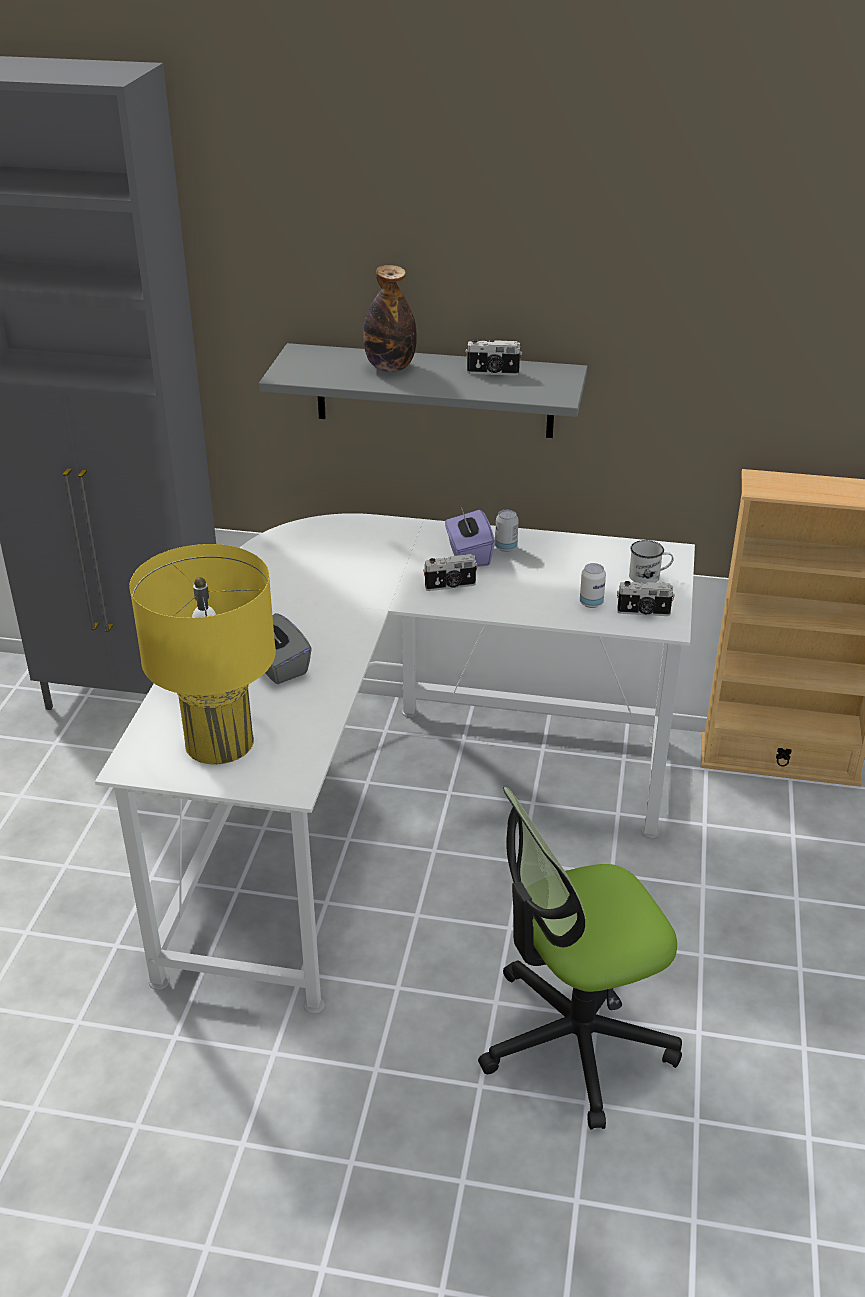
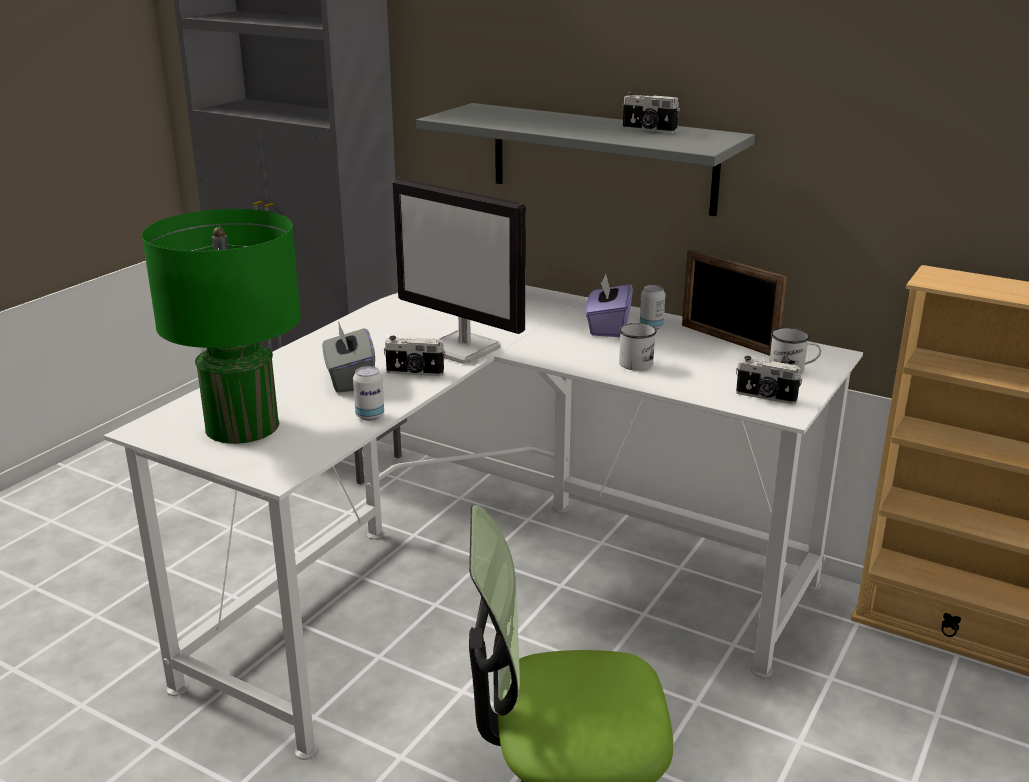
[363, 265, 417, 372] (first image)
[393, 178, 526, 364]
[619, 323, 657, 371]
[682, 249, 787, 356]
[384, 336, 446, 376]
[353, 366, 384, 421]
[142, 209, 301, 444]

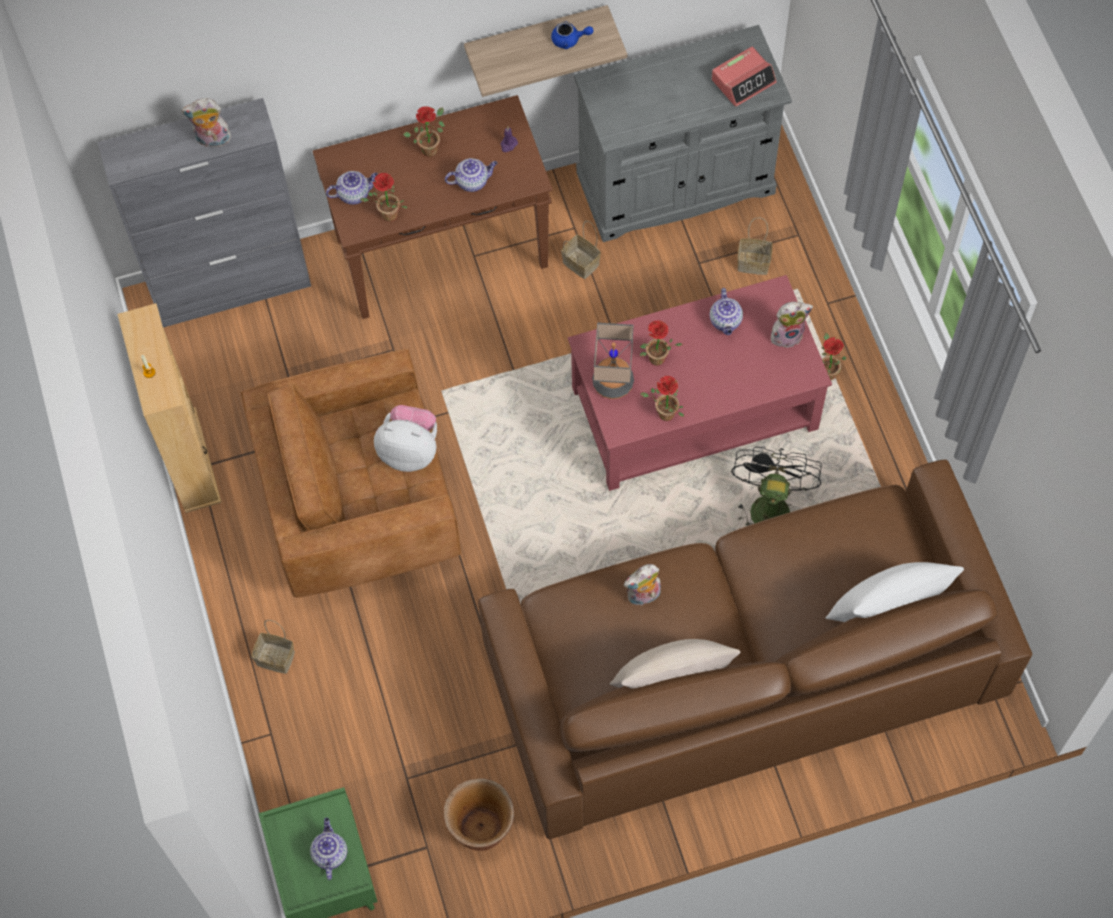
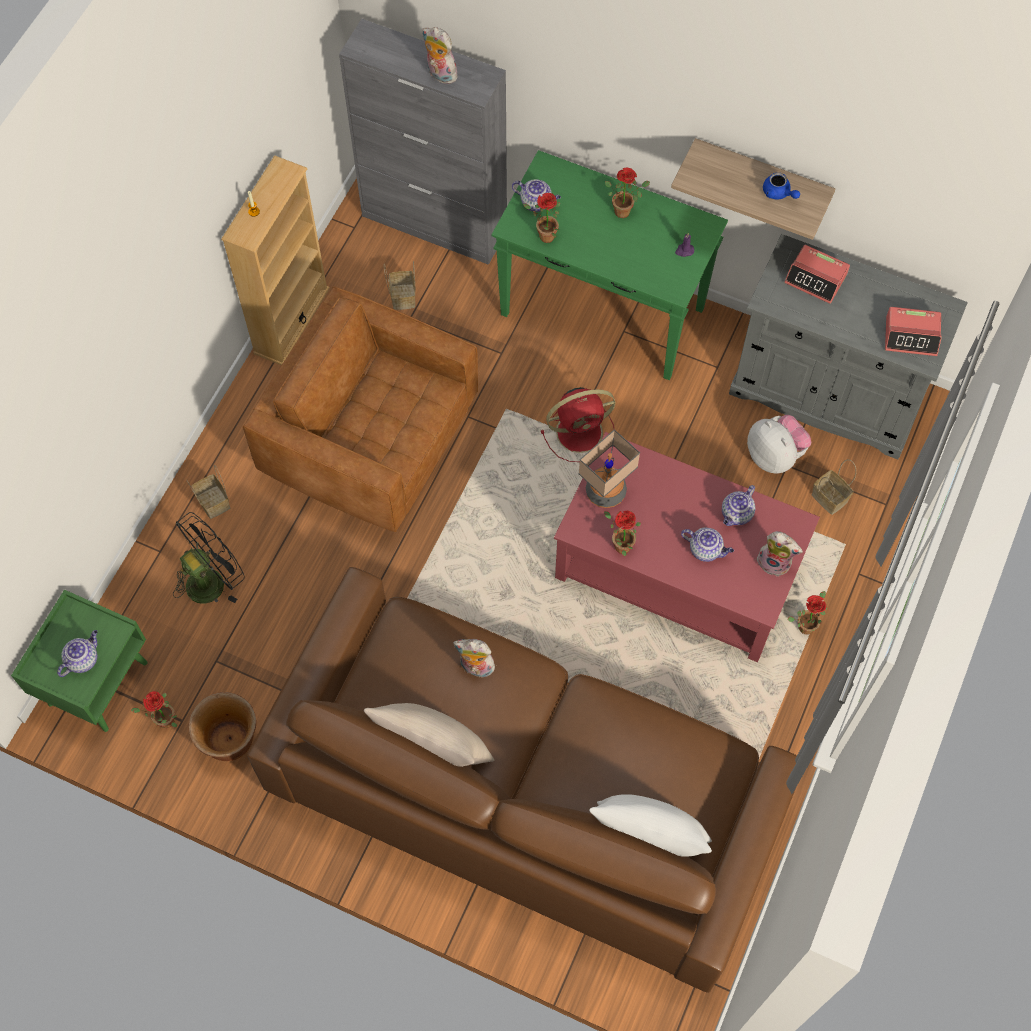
[541, 387, 615, 462]
[784, 245, 850, 304]
[747, 415, 811, 474]
[681, 528, 734, 562]
[384, 261, 416, 310]
[131, 691, 177, 728]
[173, 512, 244, 604]
[492, 150, 728, 380]

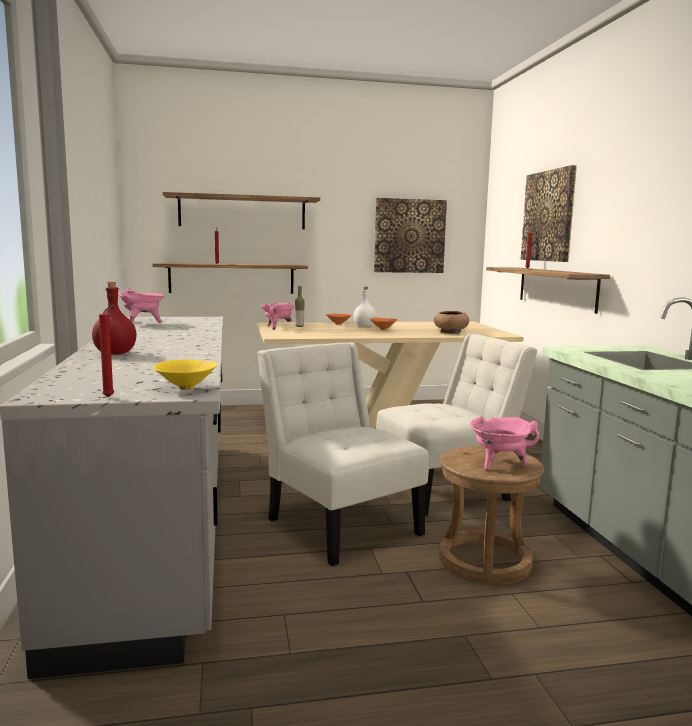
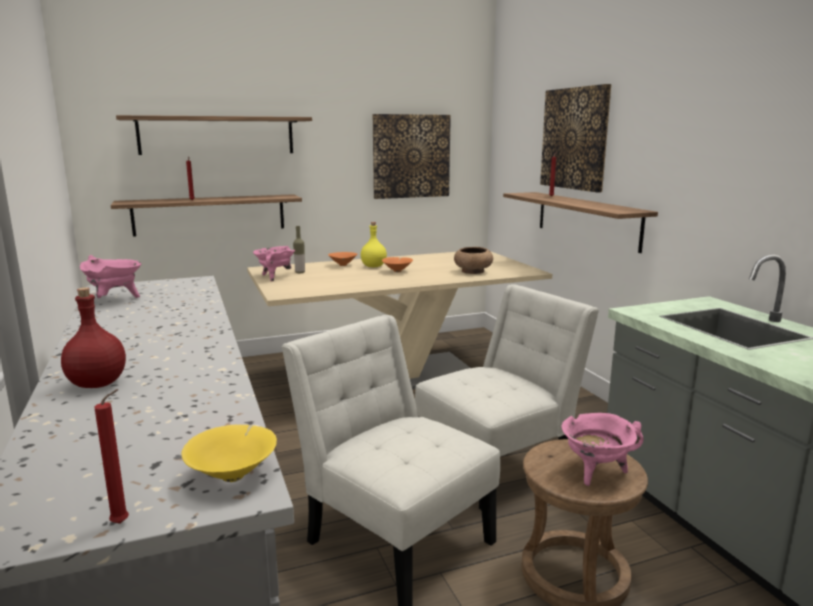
[361, 222, 387, 267]

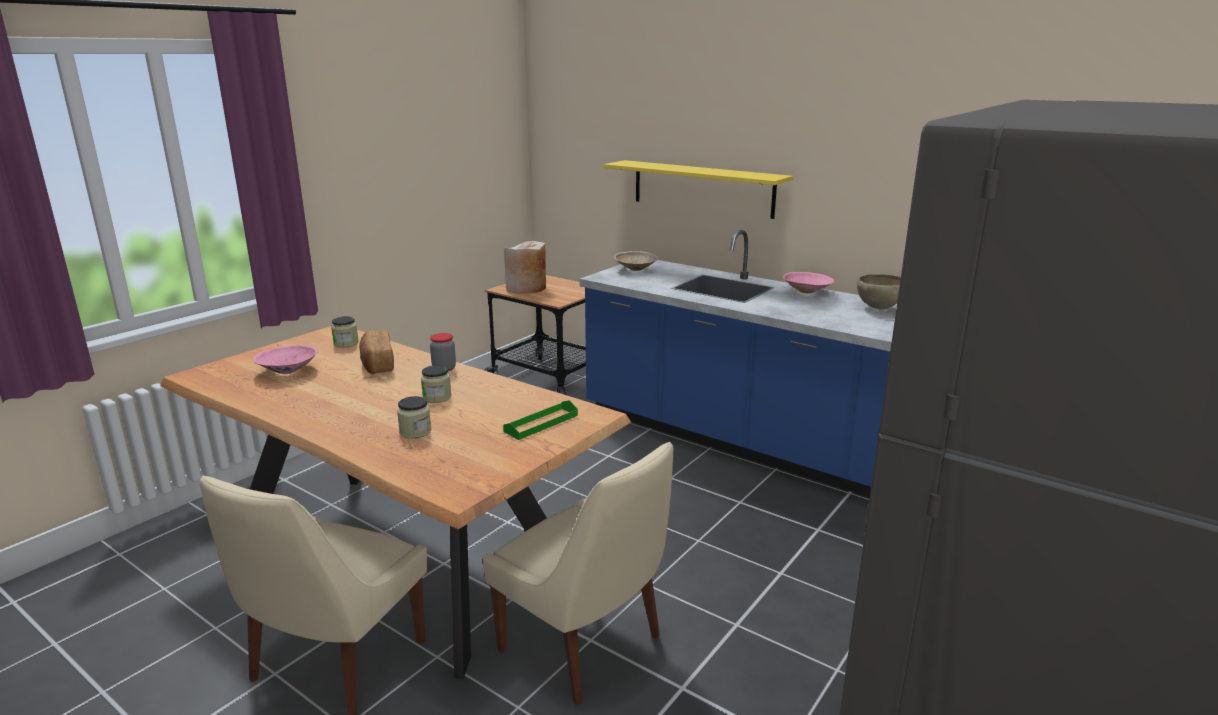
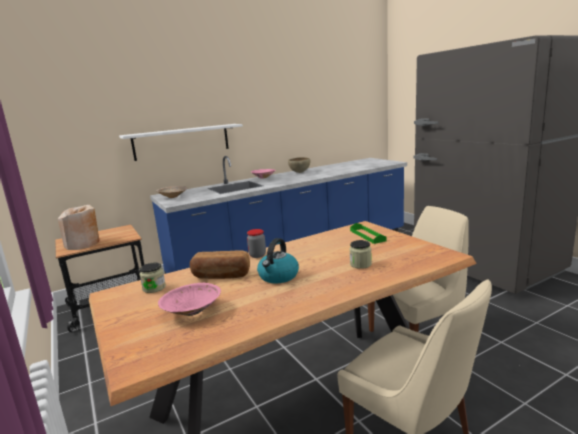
[421, 365, 451, 403] (first image)
[257, 238, 299, 283]
[119, 124, 243, 161]

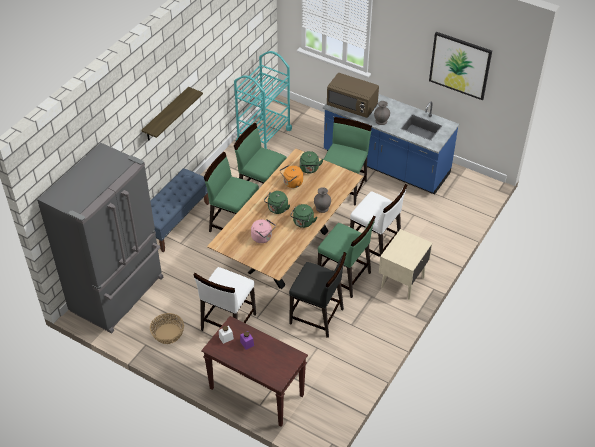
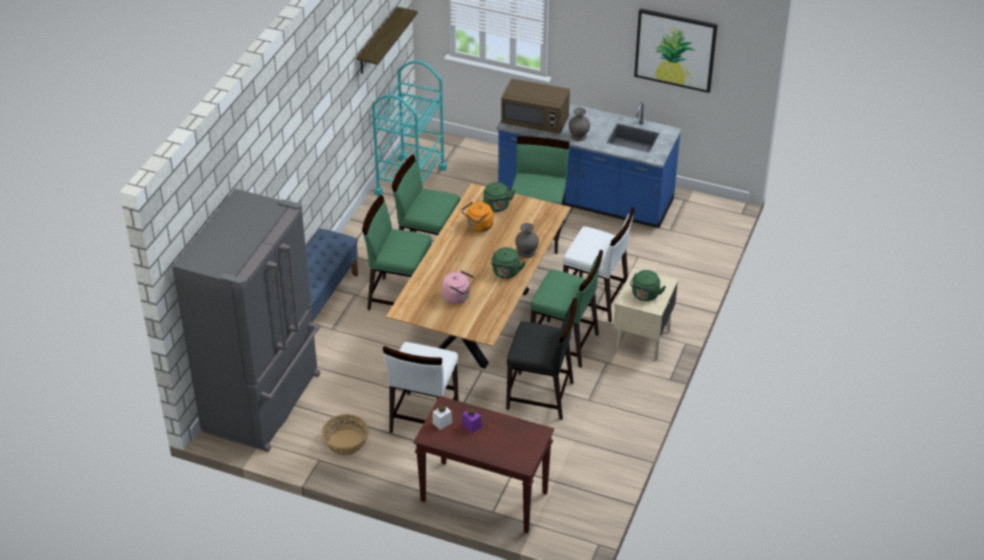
[356, 7, 418, 74]
[630, 270, 666, 301]

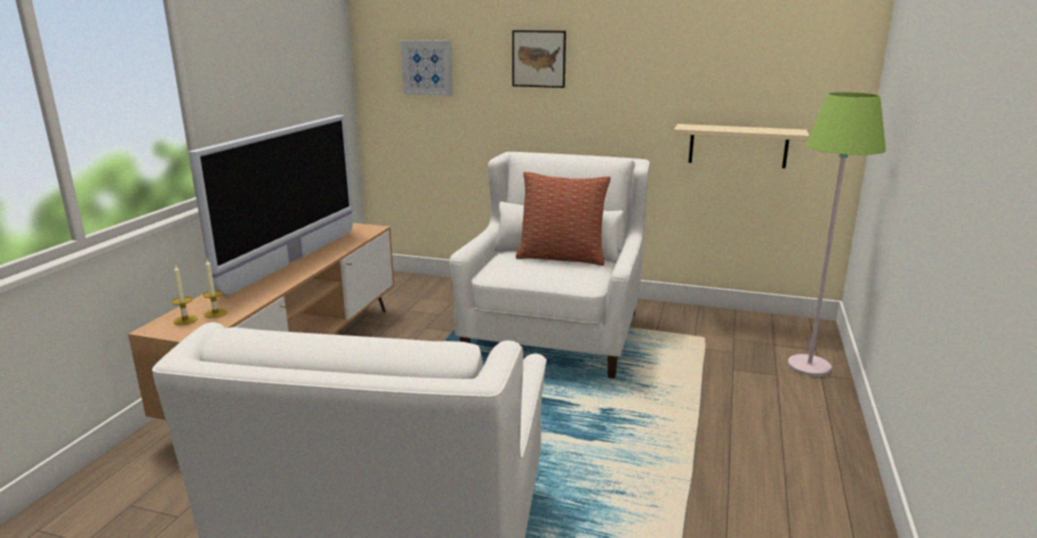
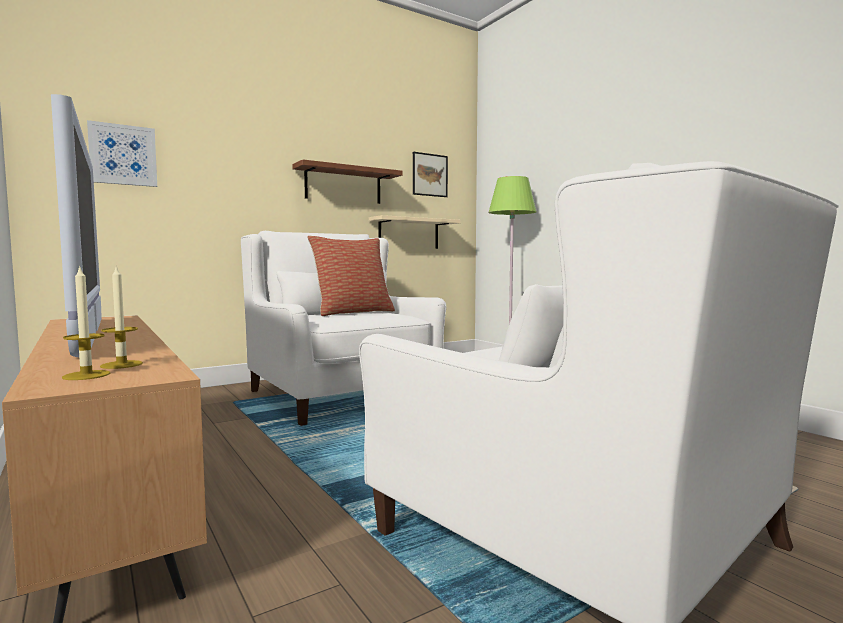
[292, 159, 403, 204]
[413, 152, 448, 197]

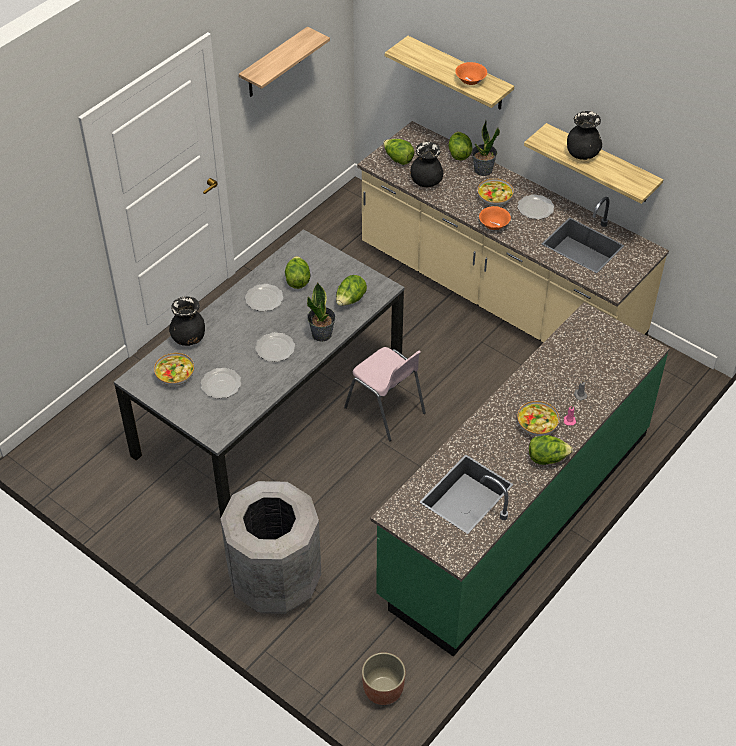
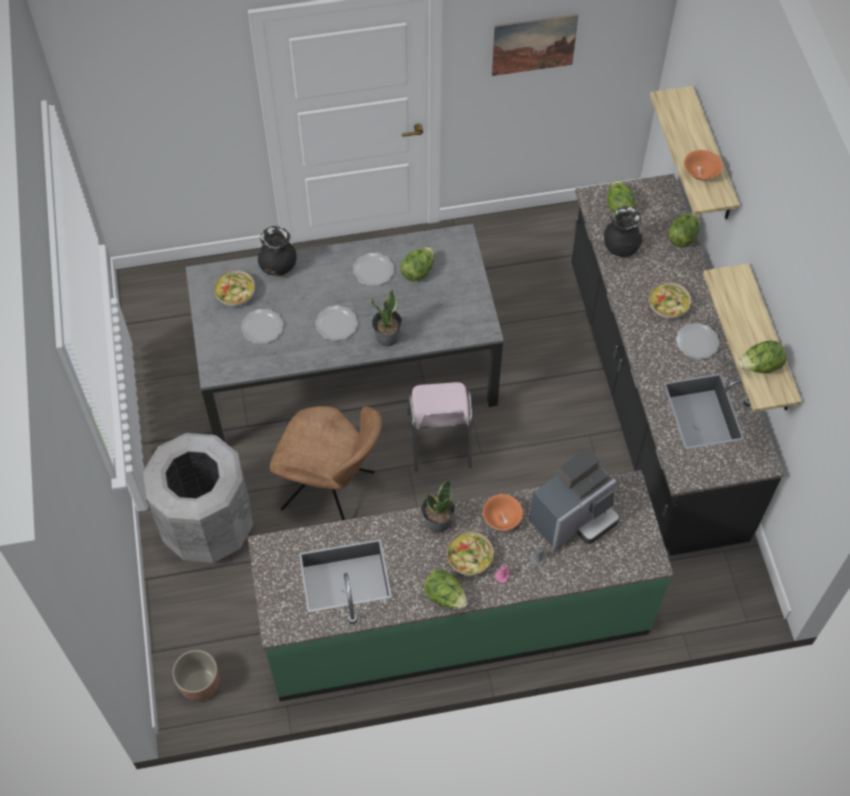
[567, 111, 602, 160] (first image)
[270, 406, 382, 521]
[529, 448, 619, 550]
[738, 340, 786, 373]
[421, 479, 455, 533]
[483, 494, 523, 530]
[492, 14, 579, 76]
[571, 174, 784, 556]

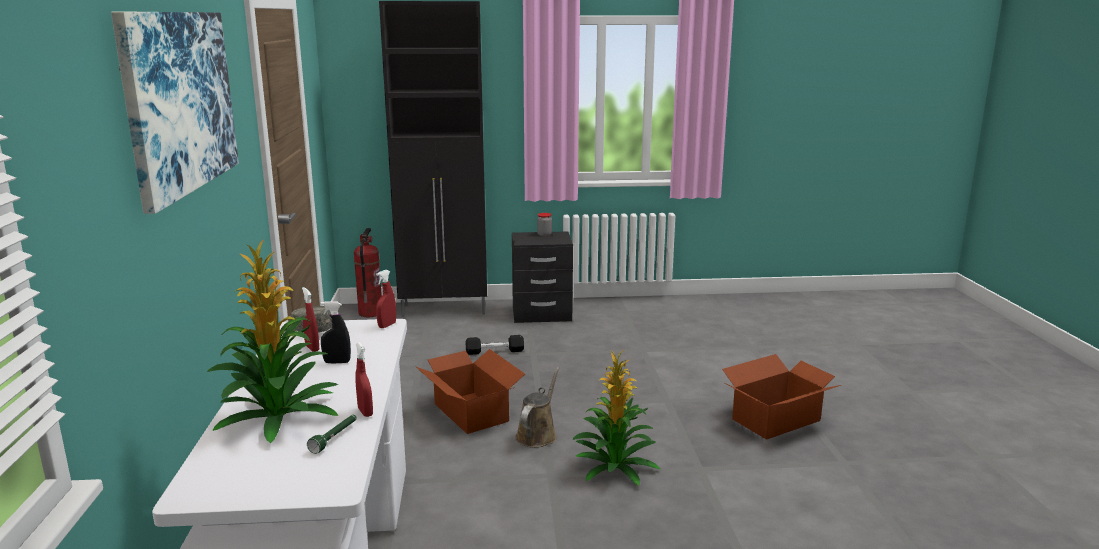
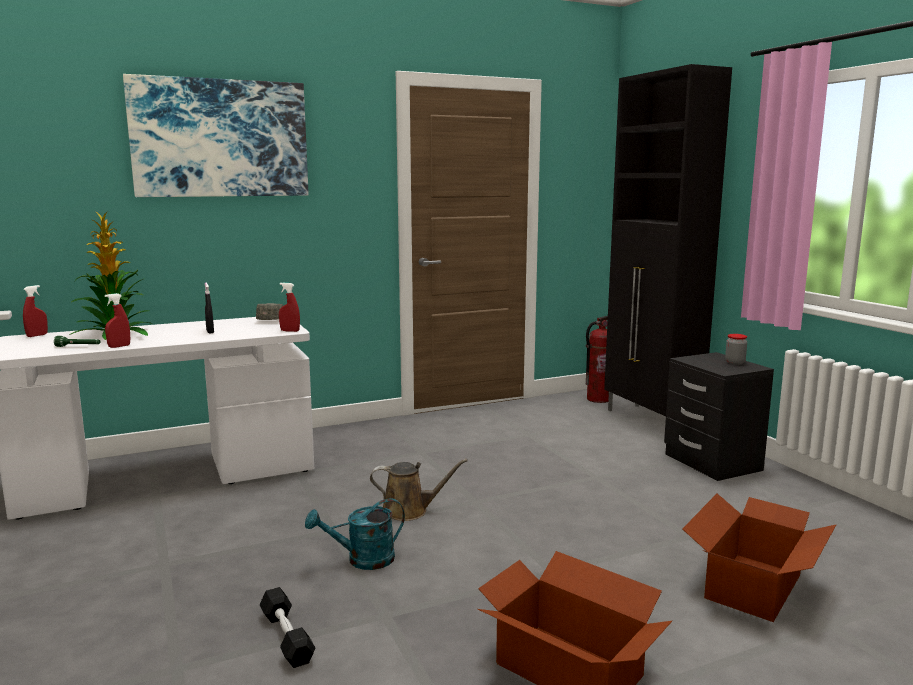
[23, 285, 48, 337]
[682, 494, 836, 622]
[260, 587, 316, 668]
[305, 498, 405, 570]

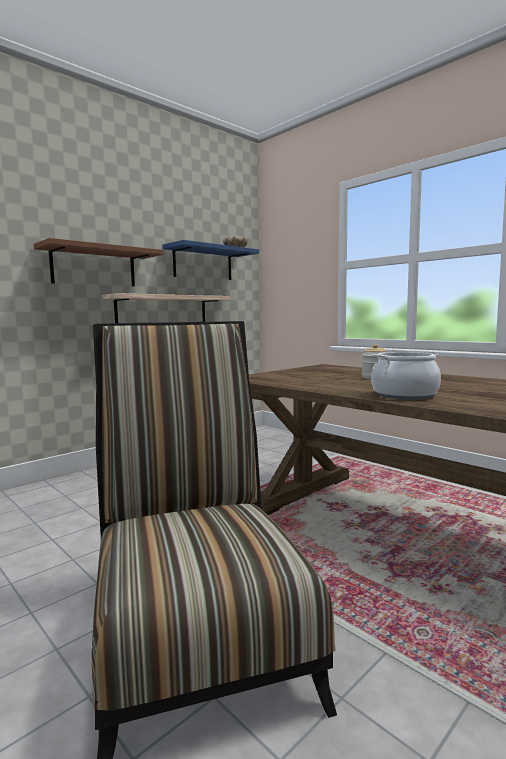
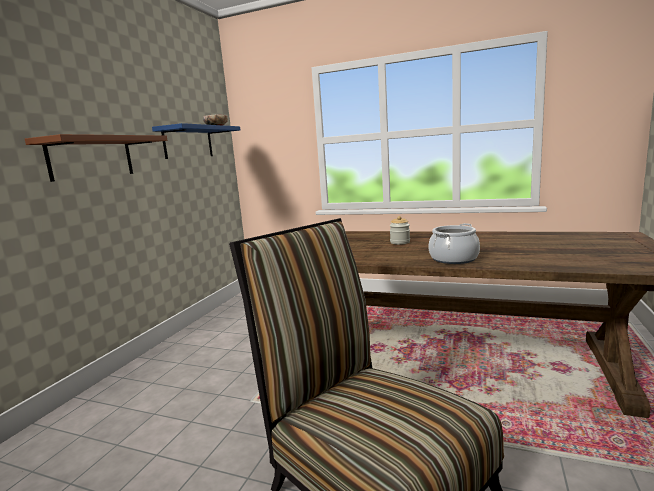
[102, 293, 230, 323] (first image)

